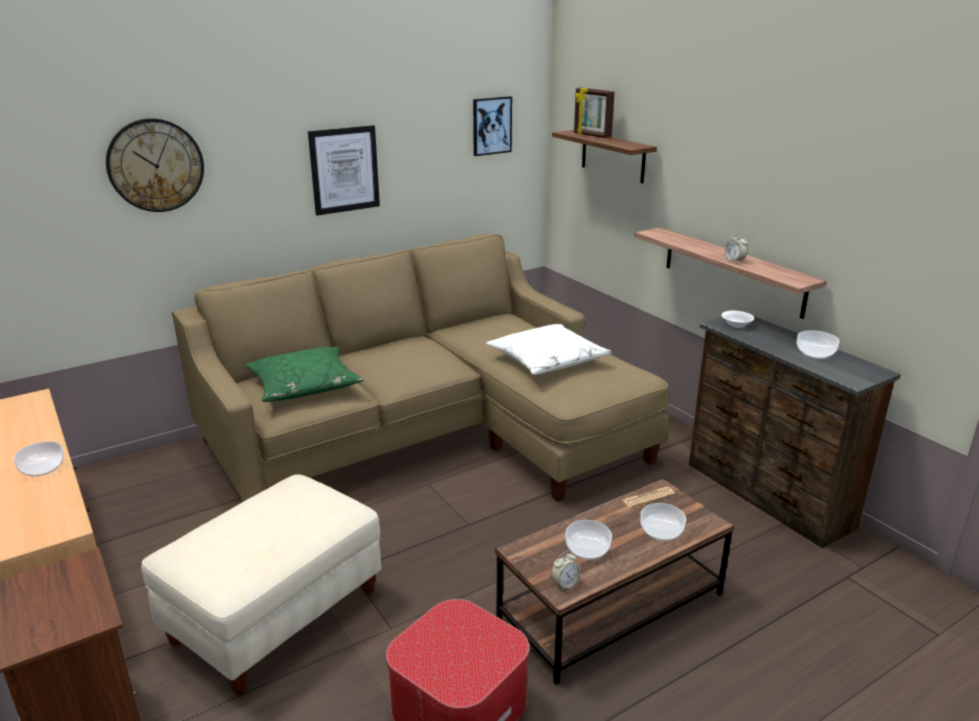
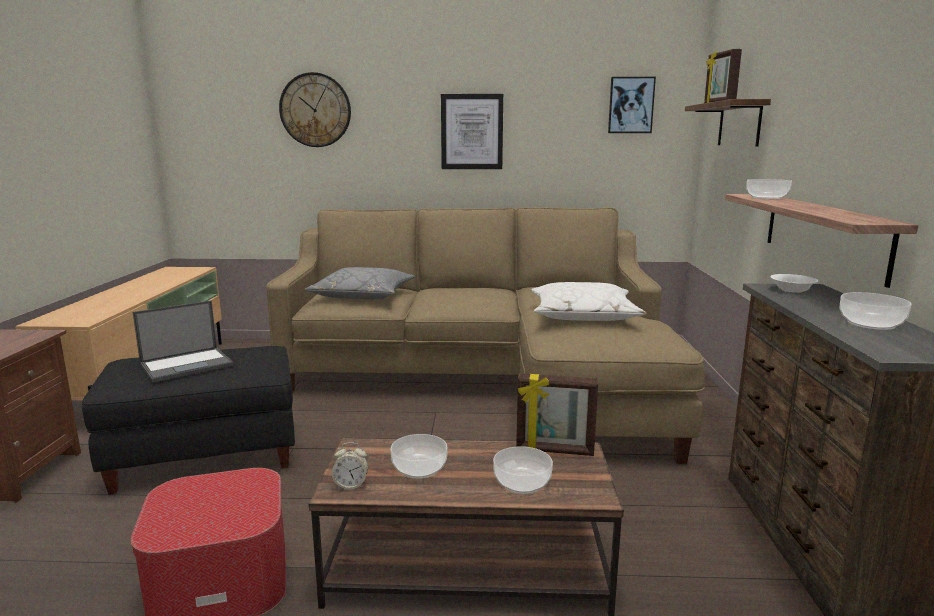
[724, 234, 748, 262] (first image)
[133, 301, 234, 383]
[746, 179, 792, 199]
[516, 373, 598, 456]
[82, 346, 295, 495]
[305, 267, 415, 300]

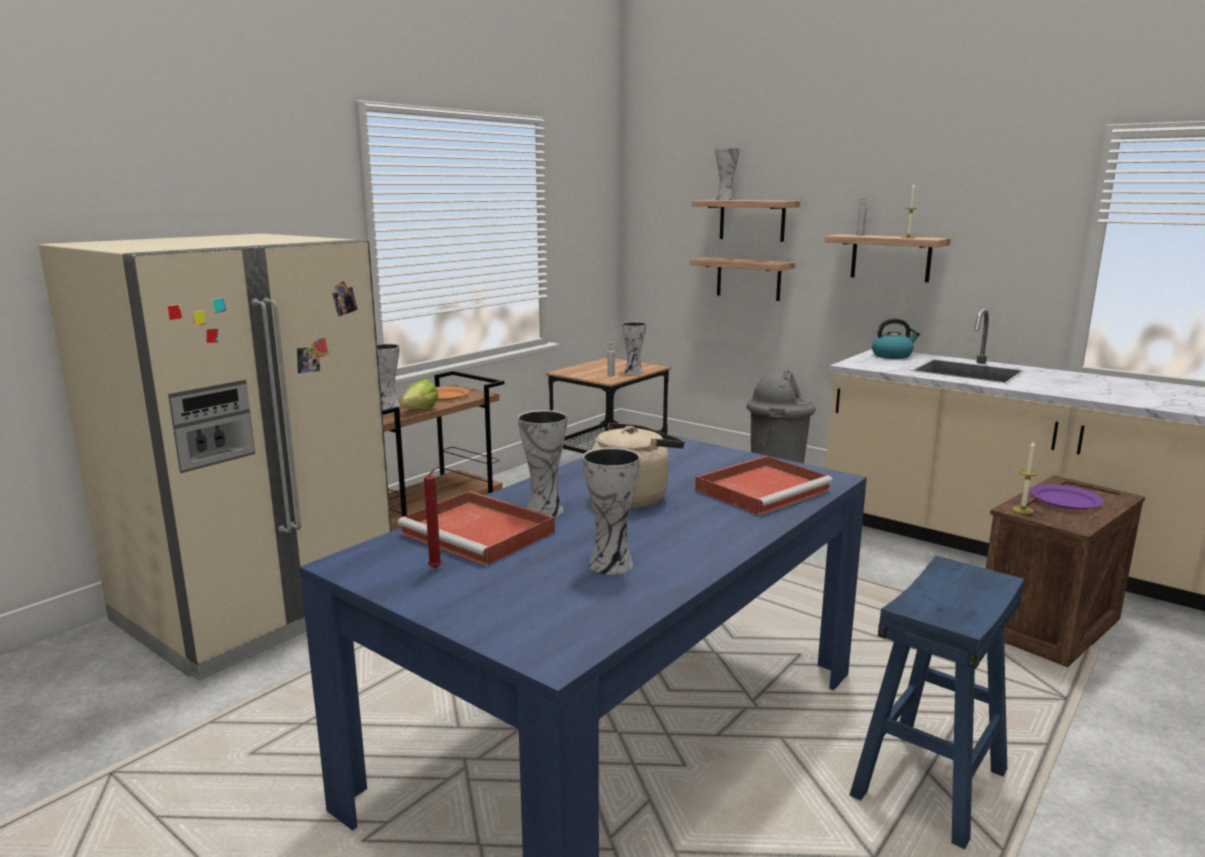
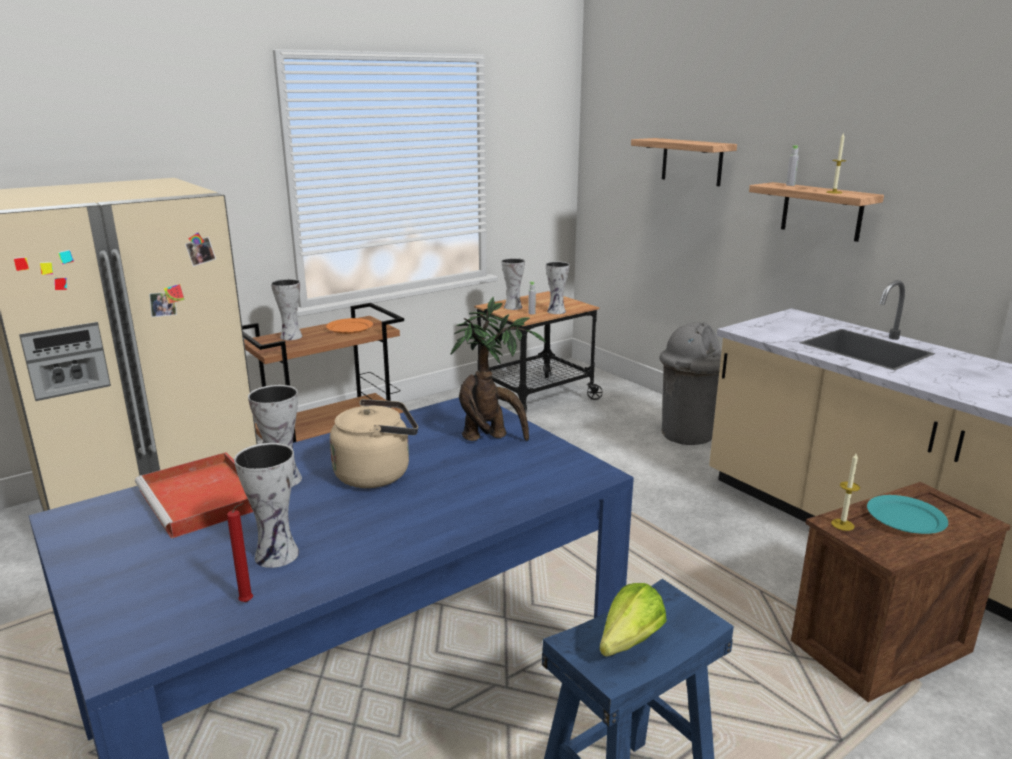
[690, 257, 795, 301] (first image)
[695, 456, 833, 515] (first image)
[872, 318, 920, 359] (first image)
[451, 297, 546, 441]
[600, 583, 667, 657]
[227, 503, 253, 602]
[502, 258, 525, 310]
[867, 495, 948, 534]

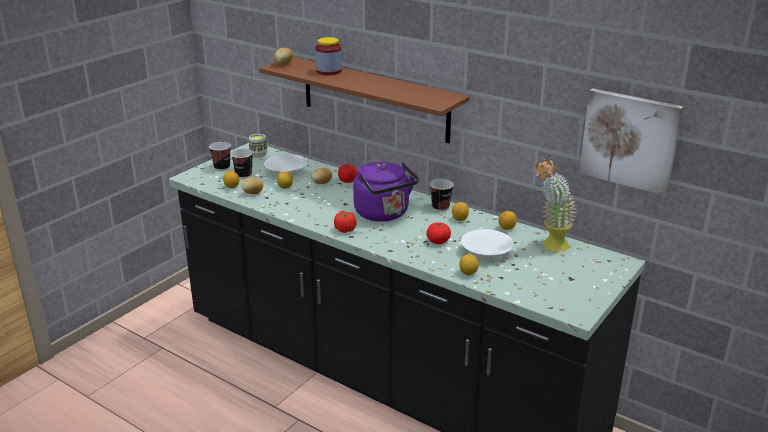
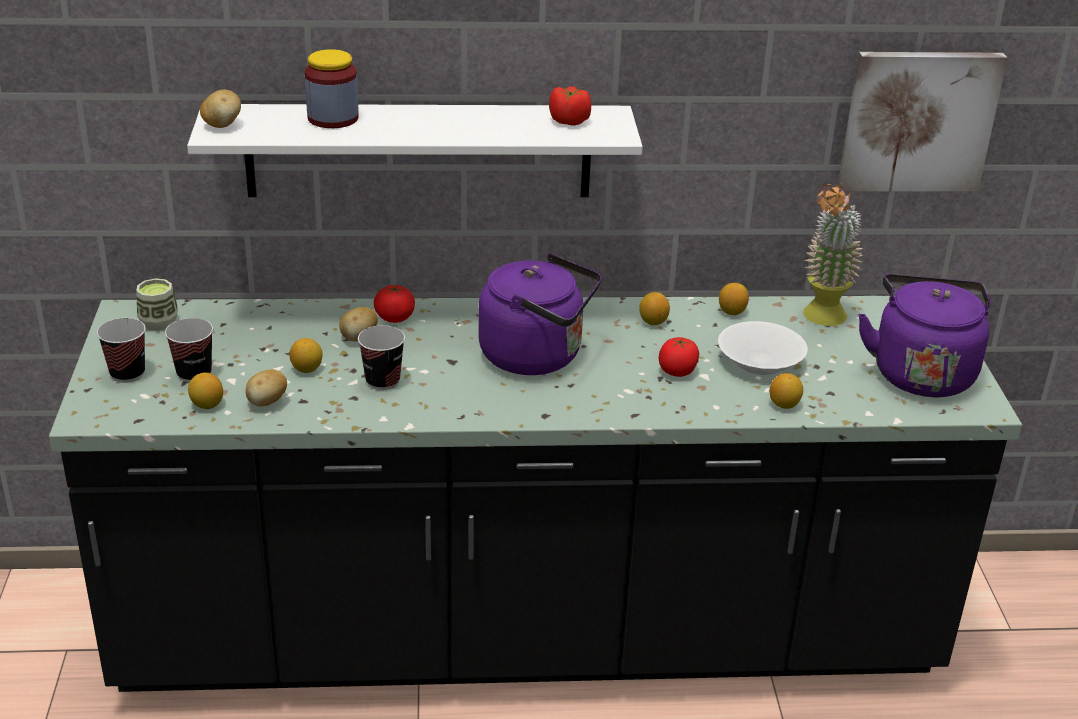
[264, 154, 308, 175] (first image)
[858, 274, 990, 397]
[549, 86, 591, 126]
[358, 325, 405, 390]
[187, 104, 643, 197]

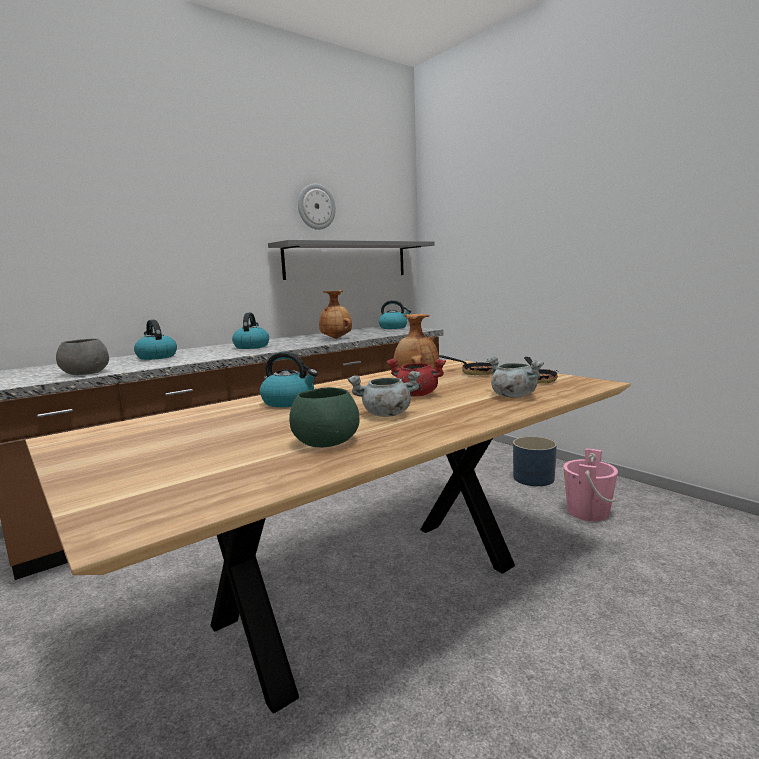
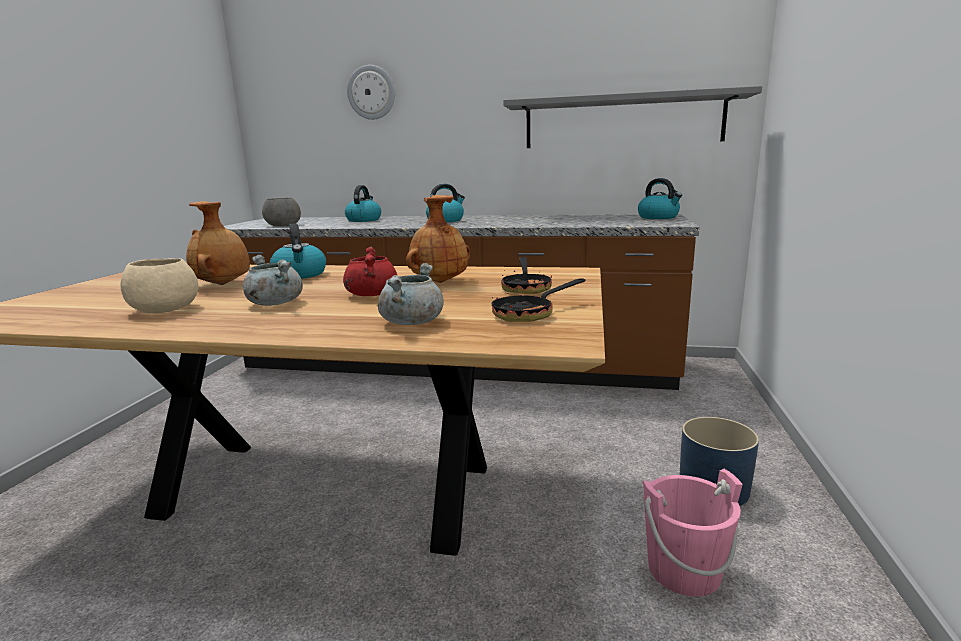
[347, 65, 395, 120]
[186, 201, 250, 285]
[120, 258, 199, 313]

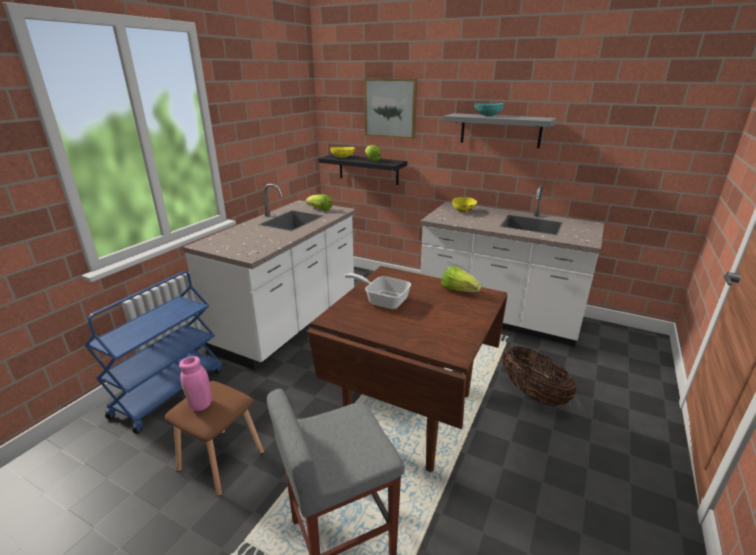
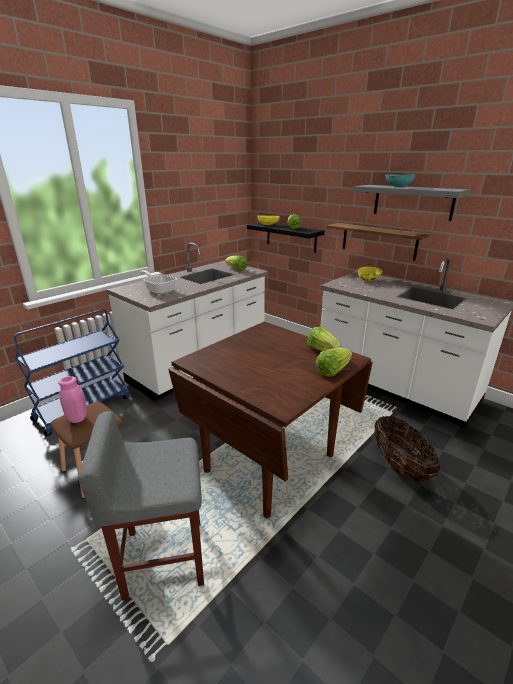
[364, 78, 417, 139] (first image)
[316, 348, 352, 377]
[326, 223, 431, 261]
[139, 270, 177, 294]

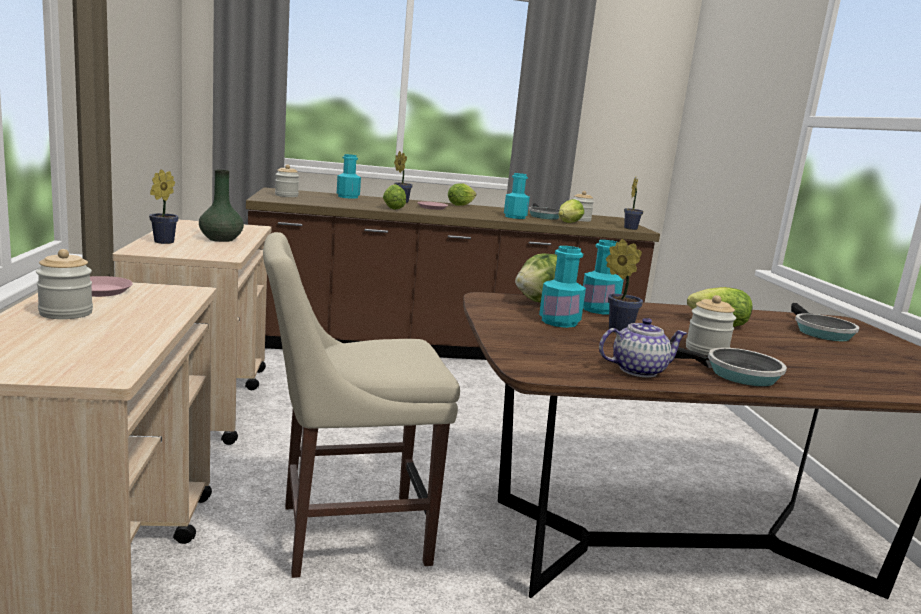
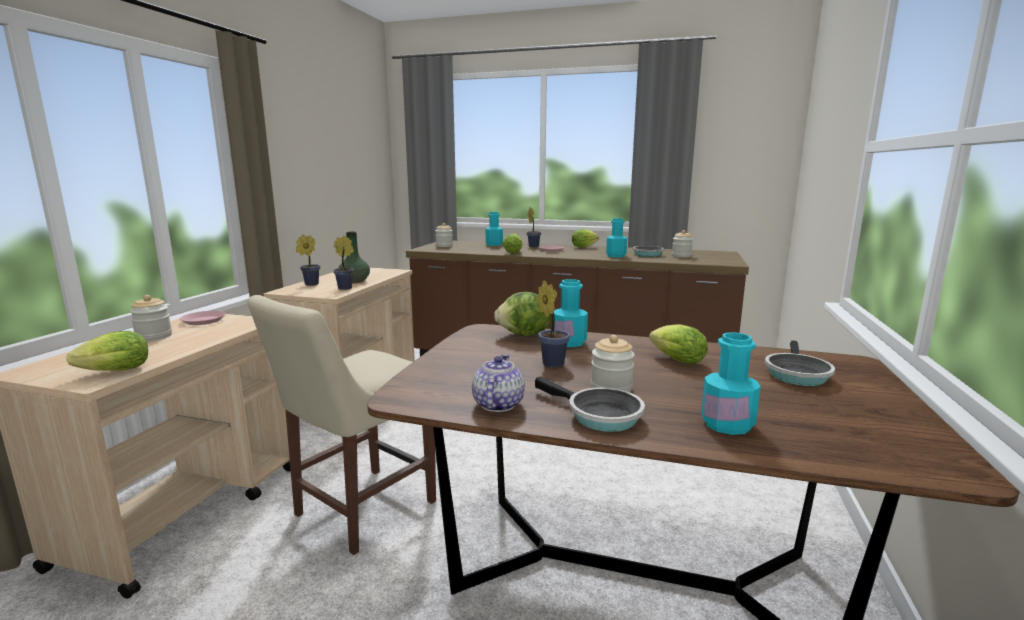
[701, 332, 761, 435]
[66, 331, 148, 371]
[333, 235, 354, 290]
[247, 295, 436, 555]
[472, 354, 525, 412]

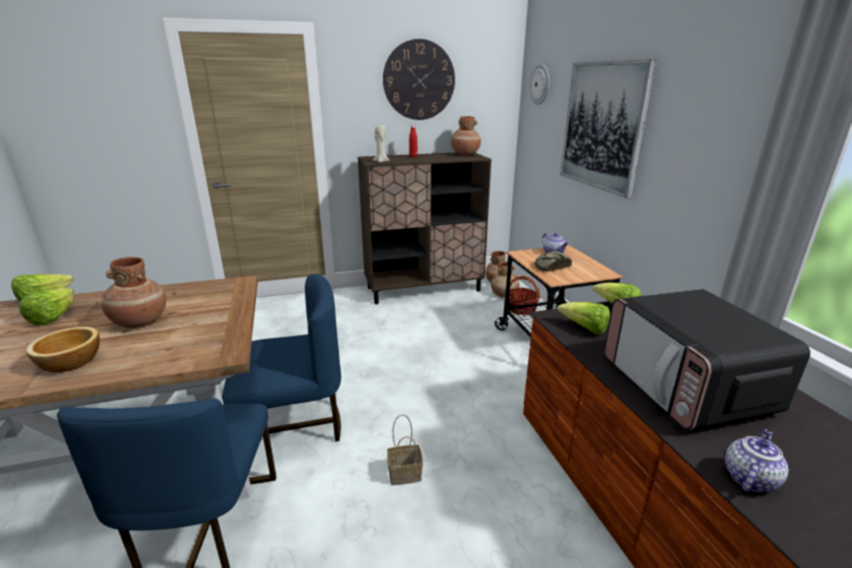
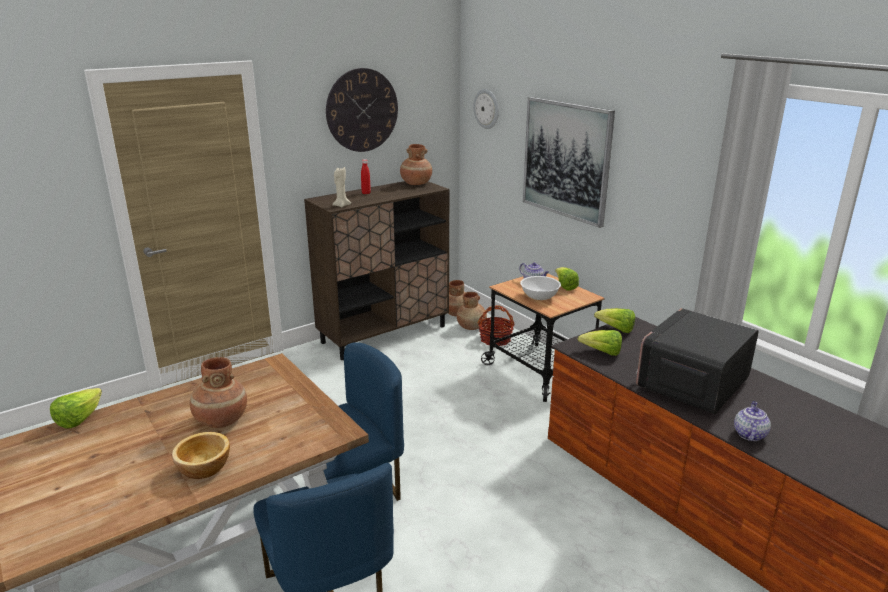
[387, 414, 423, 485] (first image)
[555, 267, 579, 291]
[520, 276, 561, 300]
[636, 308, 758, 414]

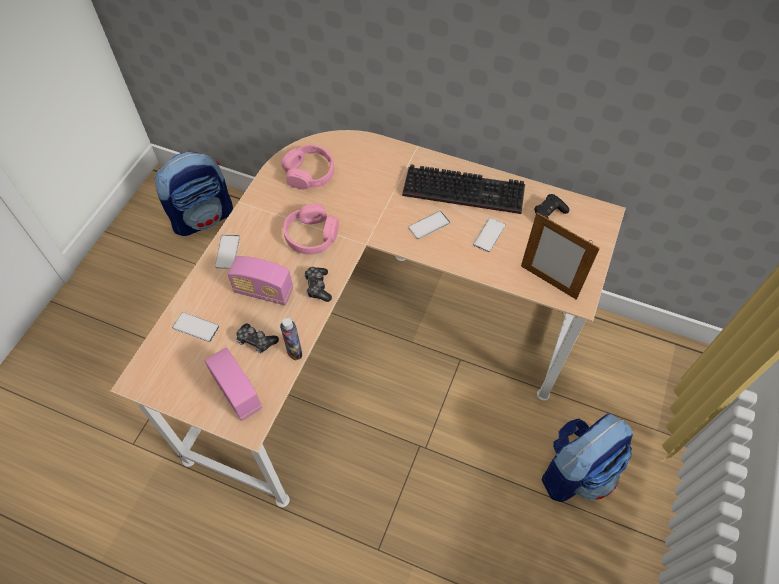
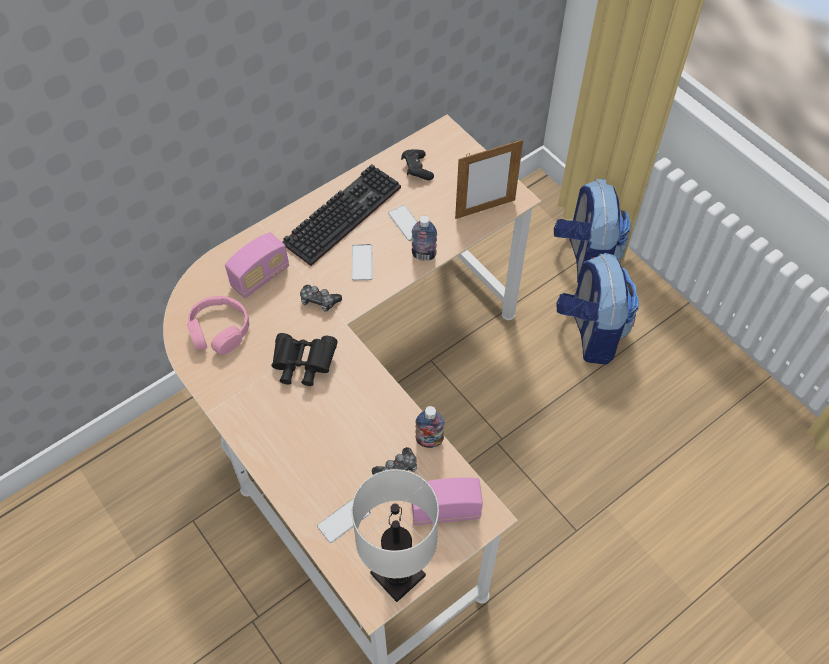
[215, 235, 240, 269] (first image)
[351, 469, 439, 602]
[412, 215, 437, 261]
[554, 178, 631, 282]
[225, 232, 289, 298]
[300, 285, 342, 312]
[271, 333, 338, 386]

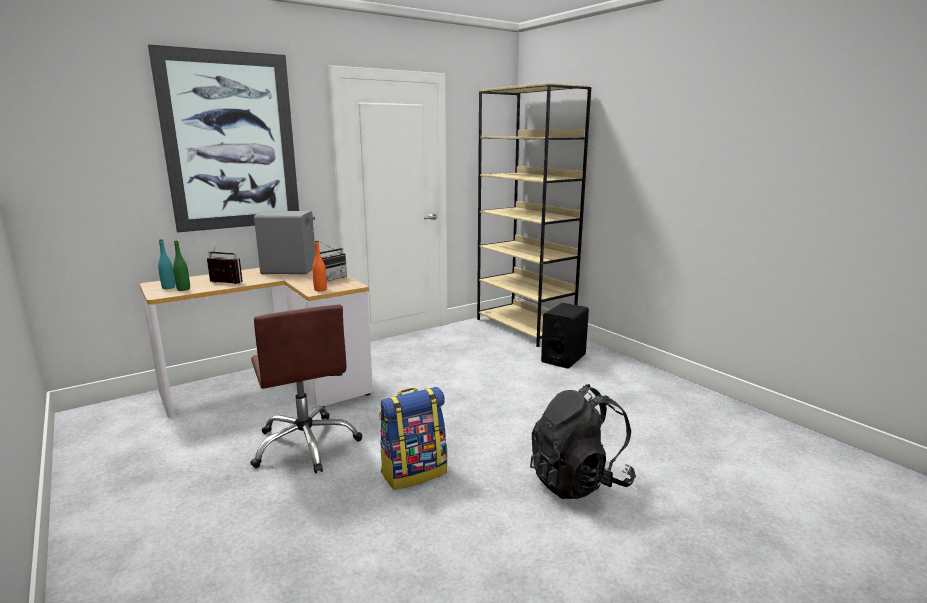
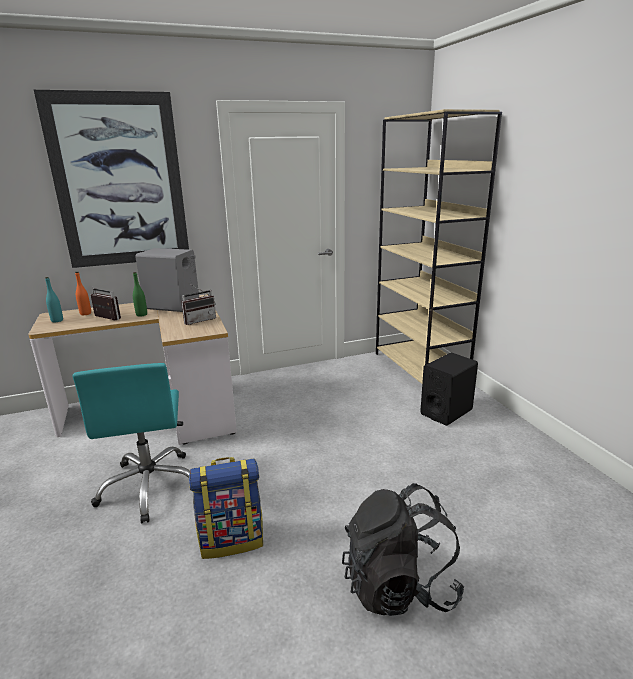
[133, 272, 147, 317]
[75, 272, 91, 315]
[72, 363, 190, 523]

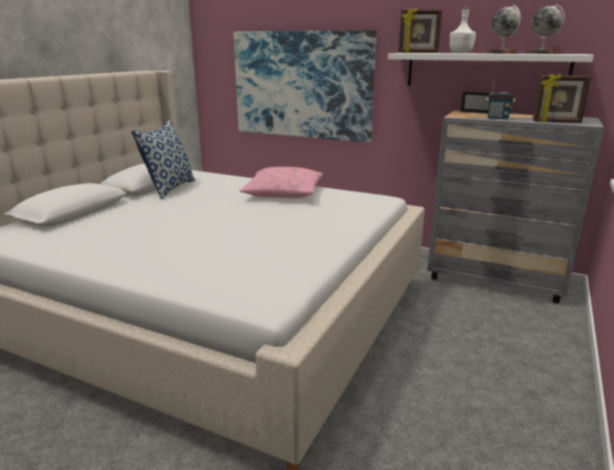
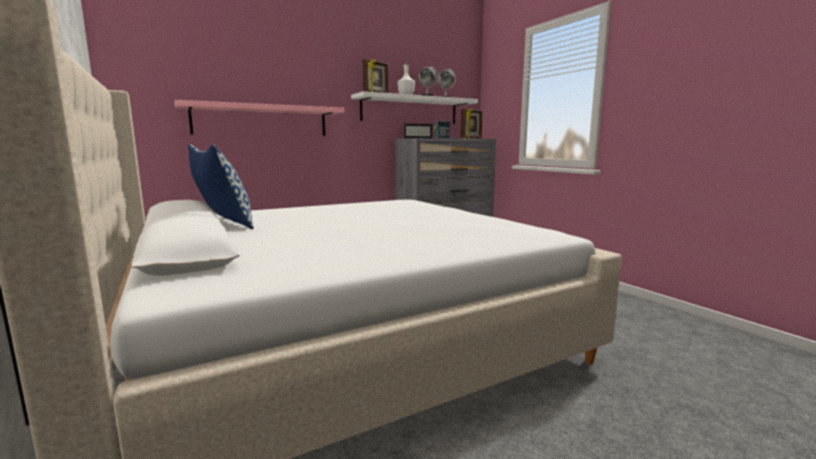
[240, 167, 323, 198] (first image)
[175, 100, 344, 136]

